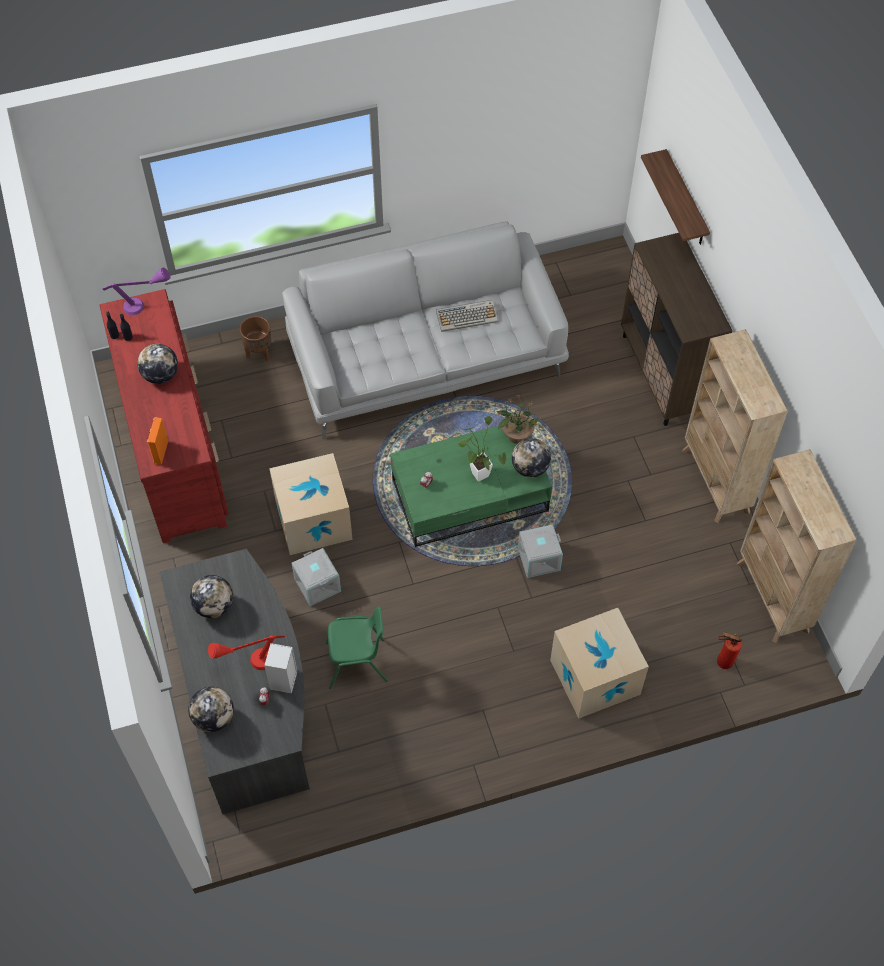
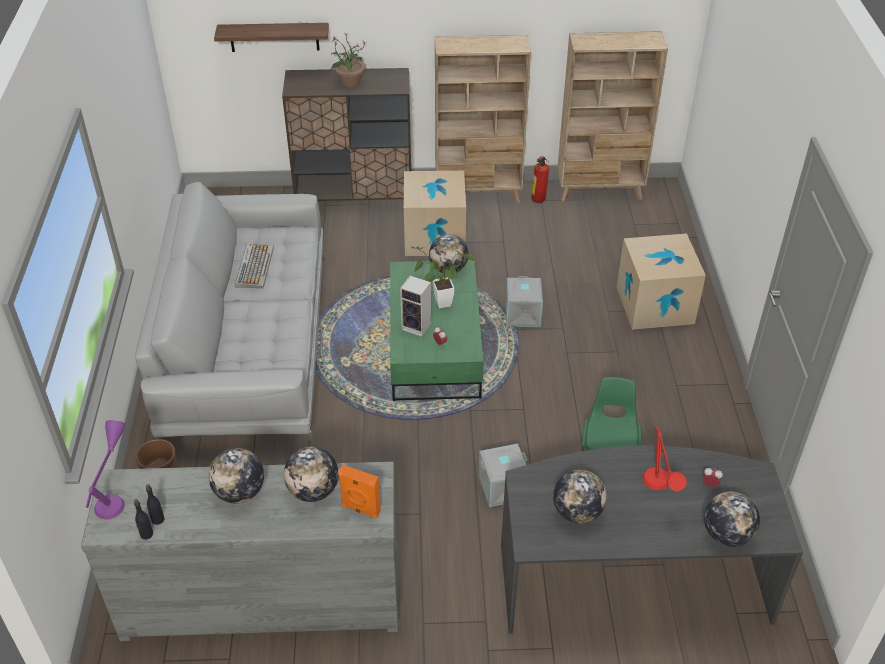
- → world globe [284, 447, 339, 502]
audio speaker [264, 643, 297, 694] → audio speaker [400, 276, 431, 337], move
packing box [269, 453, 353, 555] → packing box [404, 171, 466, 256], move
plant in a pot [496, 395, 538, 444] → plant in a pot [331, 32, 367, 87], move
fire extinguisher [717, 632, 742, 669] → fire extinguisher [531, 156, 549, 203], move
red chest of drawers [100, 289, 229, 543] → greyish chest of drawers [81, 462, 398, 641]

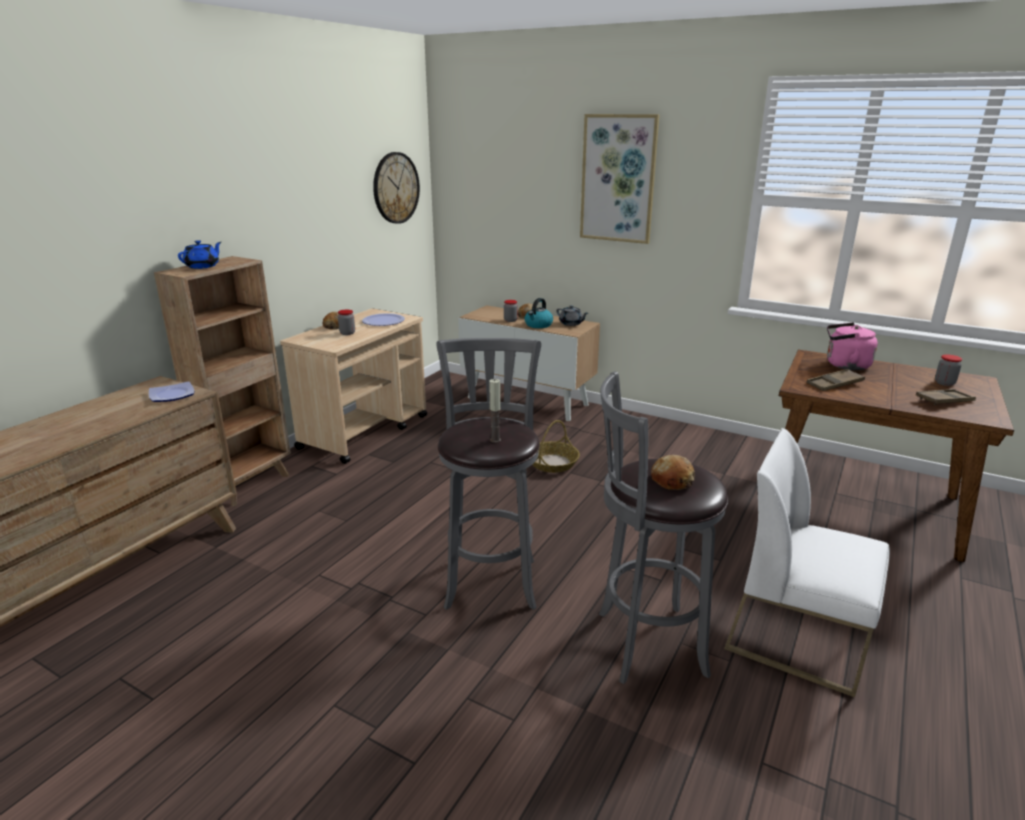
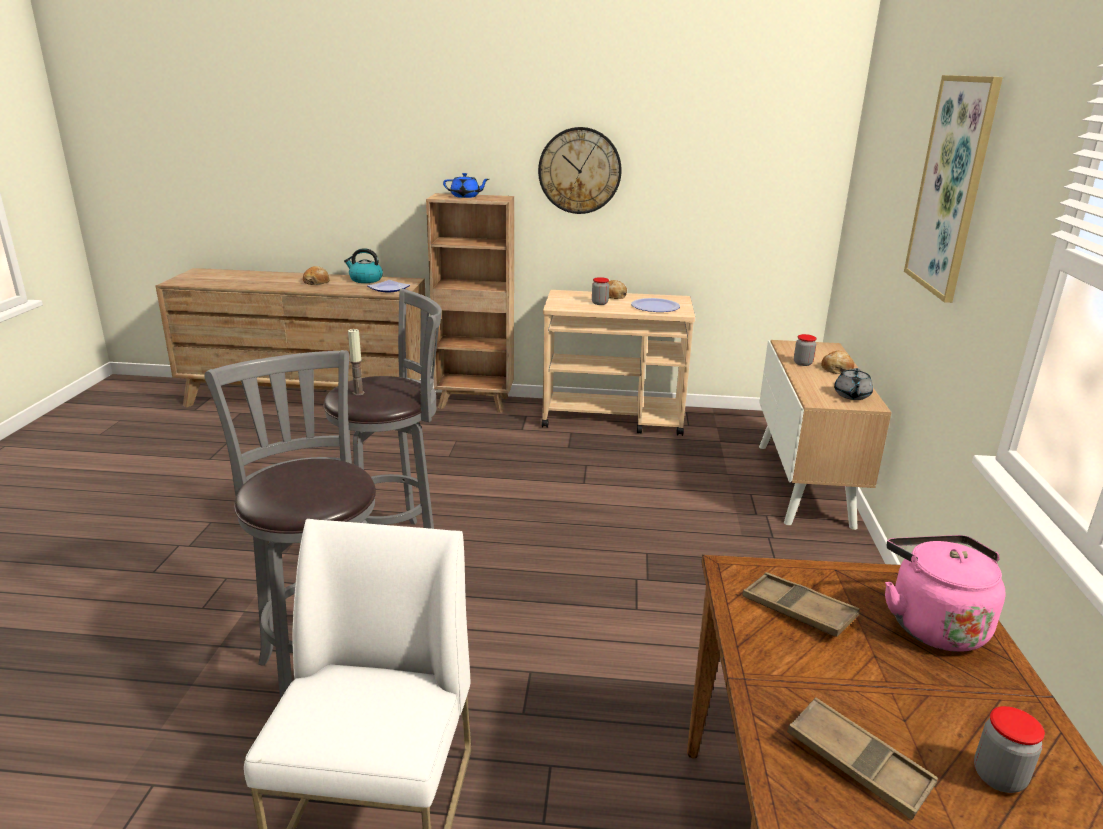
storage basket [532, 420, 580, 473] → -
hanging clock [373, 152, 420, 224] → hanging clock [538, 127, 622, 214], move
kettle [524, 298, 553, 328] → kettle [344, 248, 383, 283], move
baked bread [651, 455, 695, 490] → baked bread [303, 266, 330, 285], move

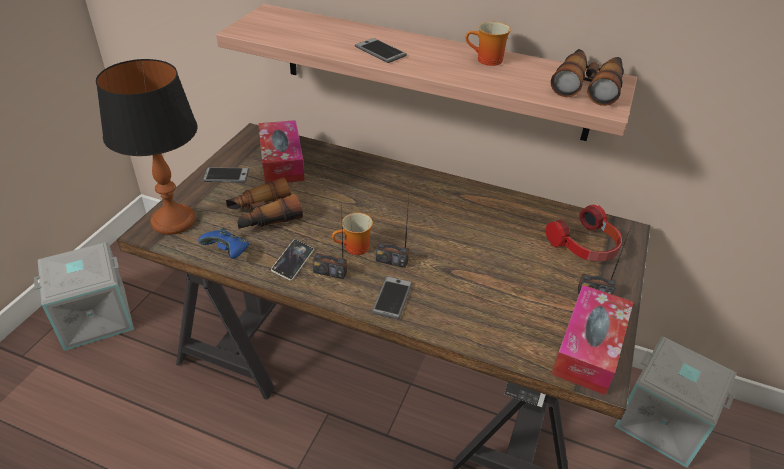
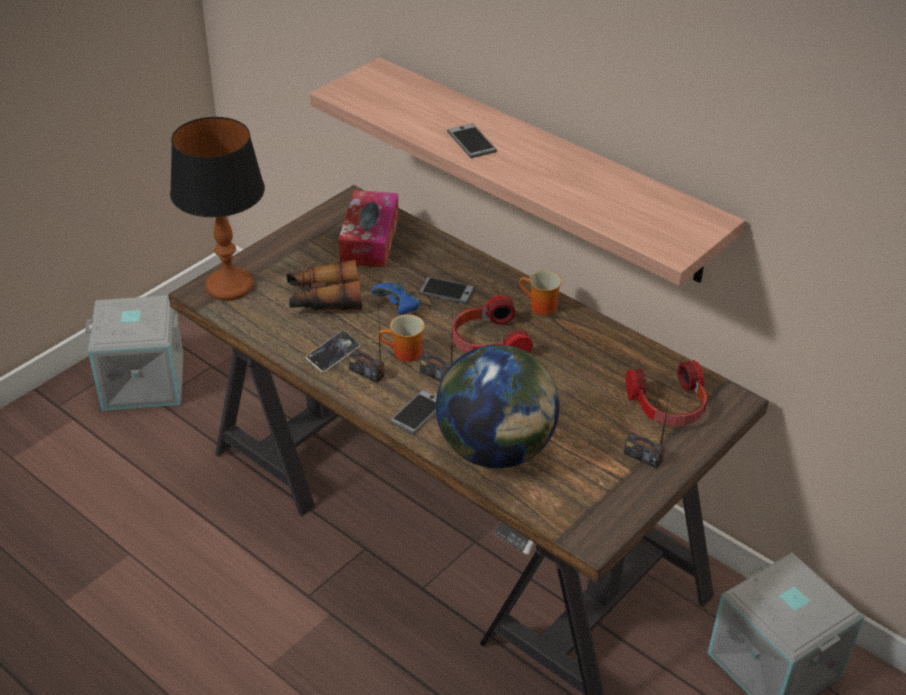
binoculars [551, 49, 624, 106] → -
box of tissues [551, 285, 633, 395] → -
- → world globe [436, 345, 559, 468]
- → headset [452, 295, 533, 353]
blue-coloured gamepad [198, 227, 249, 259] → blue-coloured gamepad [371, 281, 421, 315], move
phone [203, 167, 249, 182] → phone [418, 277, 475, 304], move
mug [465, 22, 511, 66] → mug [519, 270, 562, 316], move

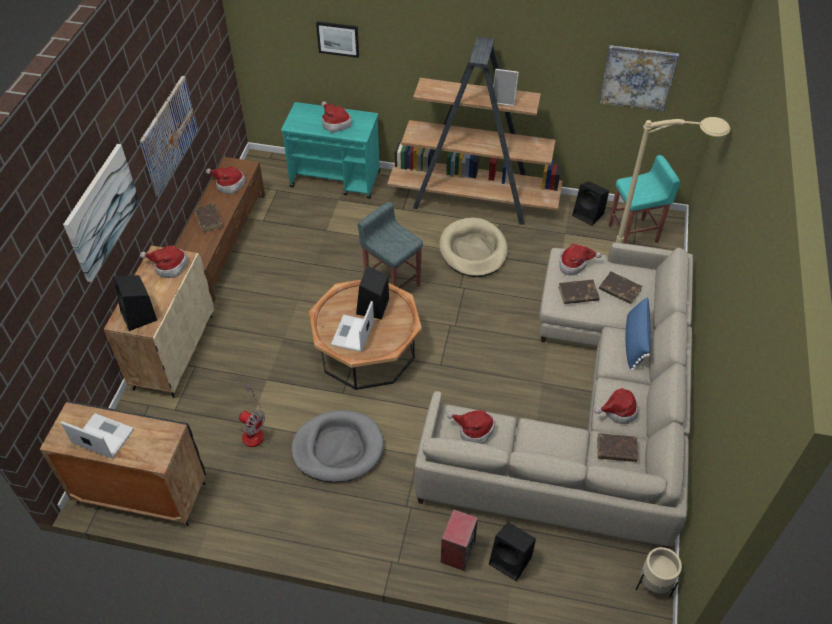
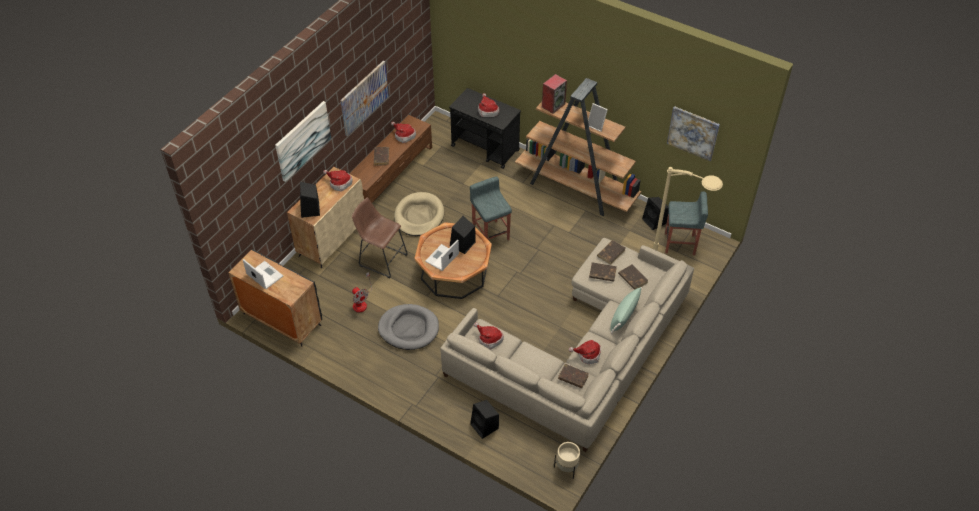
picture [316, 21, 359, 58] → -
- → brown sitting stool [352, 197, 408, 278]
beige-coloured dog bed [439, 217, 508, 277] → beige-coloured dog bed [394, 192, 444, 236], move
audio speaker [441, 509, 478, 571] → audio speaker [542, 74, 567, 114], move
wearable hat [560, 244, 602, 276] → brown bound book [597, 240, 625, 265]
turquoise wheeled cart [281, 102, 380, 198] → black-coloured wheeled cart [449, 88, 521, 169]
turquoise sitting stool [608, 155, 680, 244] → greyish sitting stool [665, 191, 708, 255]
blue-coloured pillow [626, 297, 651, 371] → green-coloured pillow [611, 287, 642, 333]

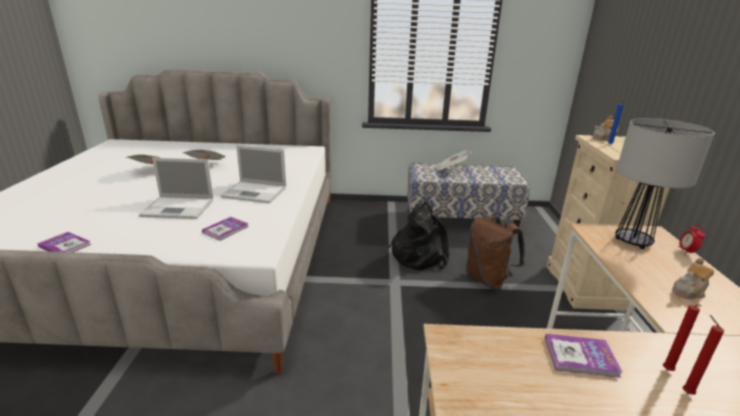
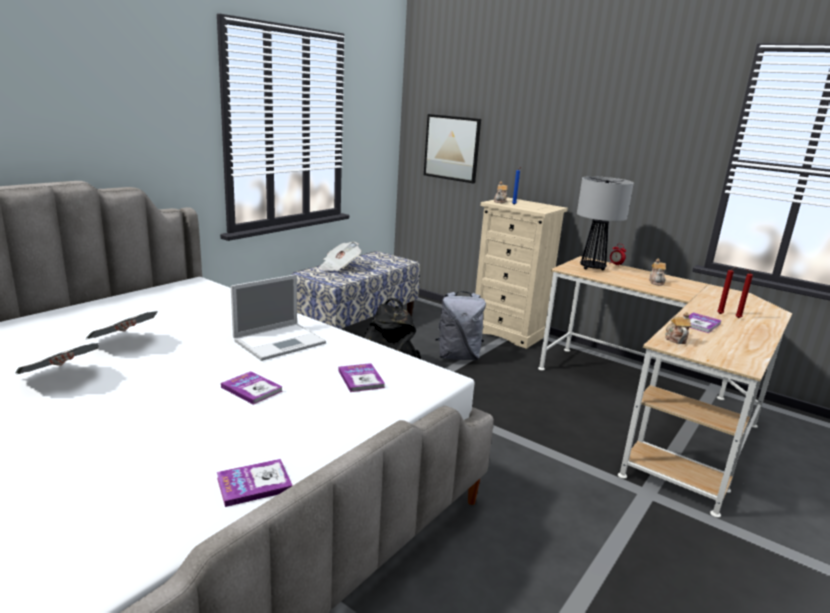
- → picture [424, 114, 481, 183]
- → teapot [665, 312, 691, 344]
portable computer [139, 158, 214, 219] → bound book [221, 371, 283, 405]
brown knapsack [466, 216, 525, 290] → greyish knapsack [435, 291, 486, 360]

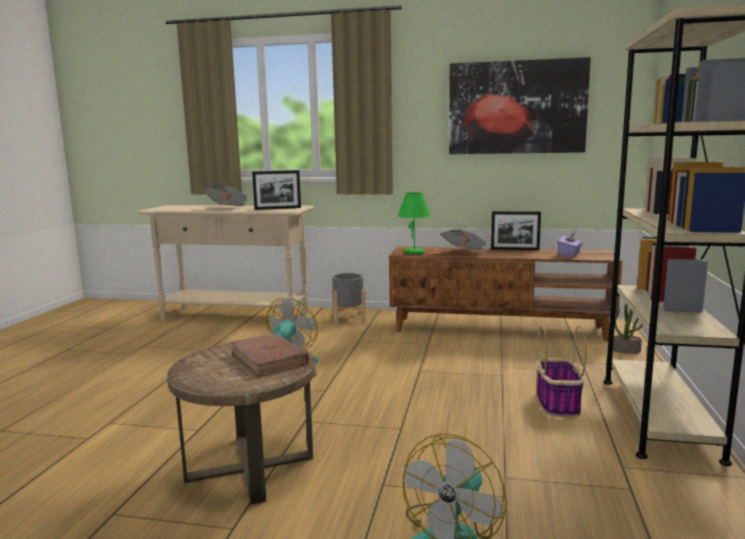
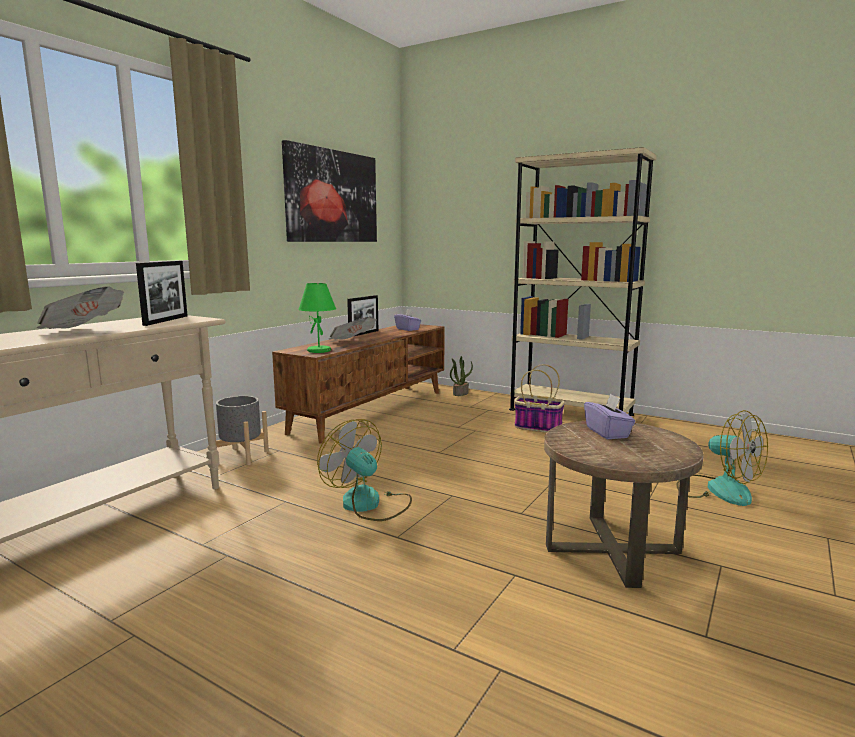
brown bound book [230, 333, 309, 377] → purplish box of tissues [584, 393, 635, 439]

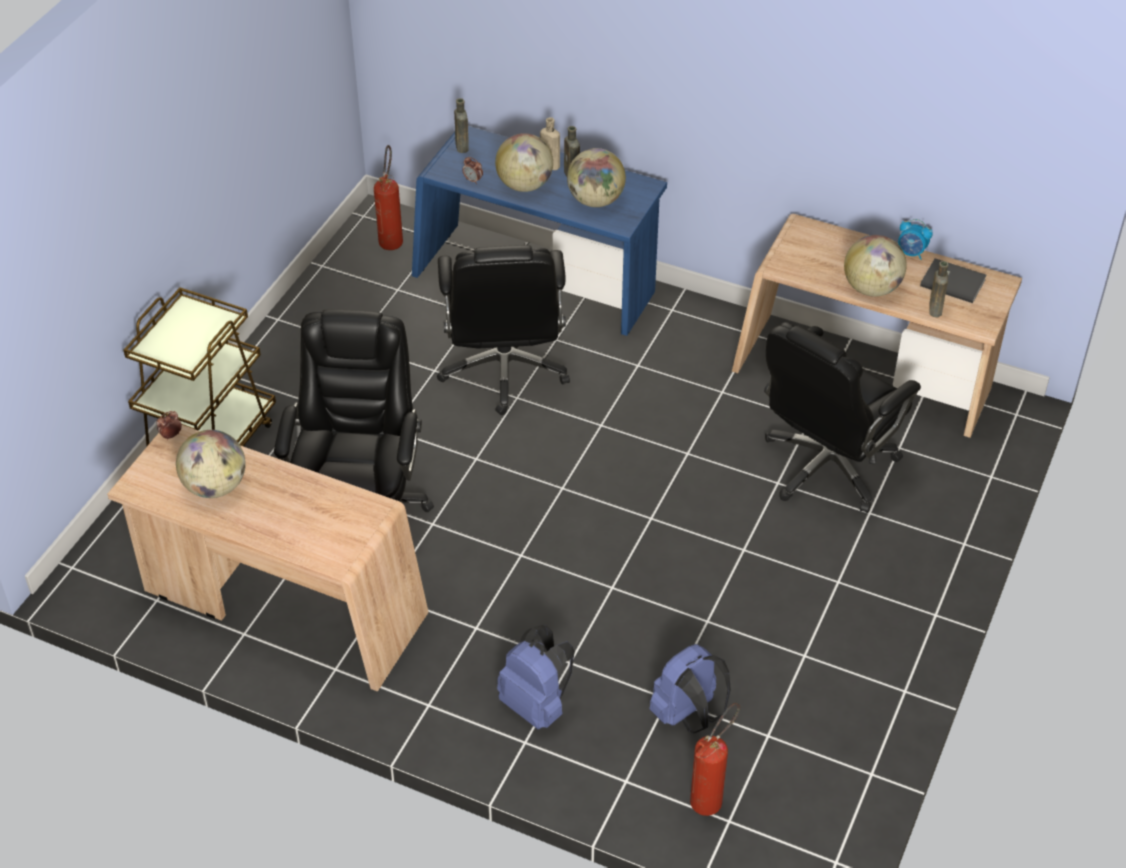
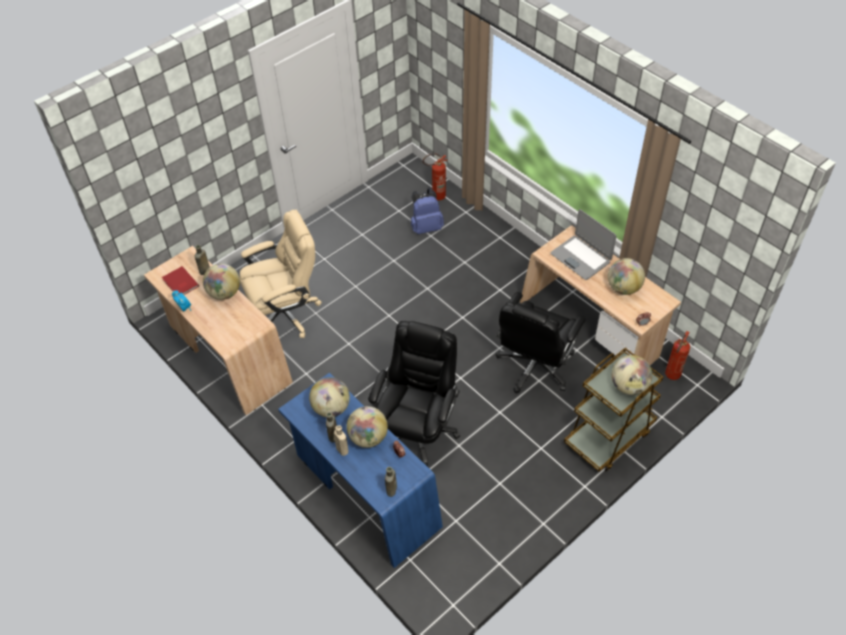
blue-coloured knapsack [497, 625, 575, 730] → -
- → portable computer [550, 209, 617, 280]
- → world globe [612, 355, 653, 395]
fire extinguisher [374, 145, 403, 250] → fire extinguisher [665, 331, 690, 380], move
black-coloured desk chair [764, 322, 921, 513] → beige-coloured desk chair [240, 210, 322, 338]
greyish bound book [920, 258, 987, 303] → red bound book [162, 266, 199, 295]

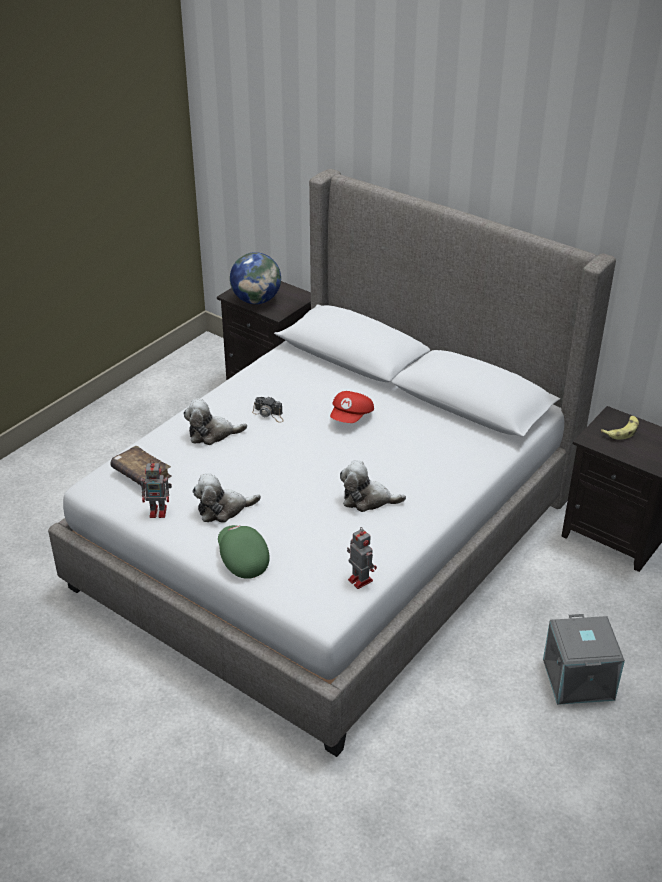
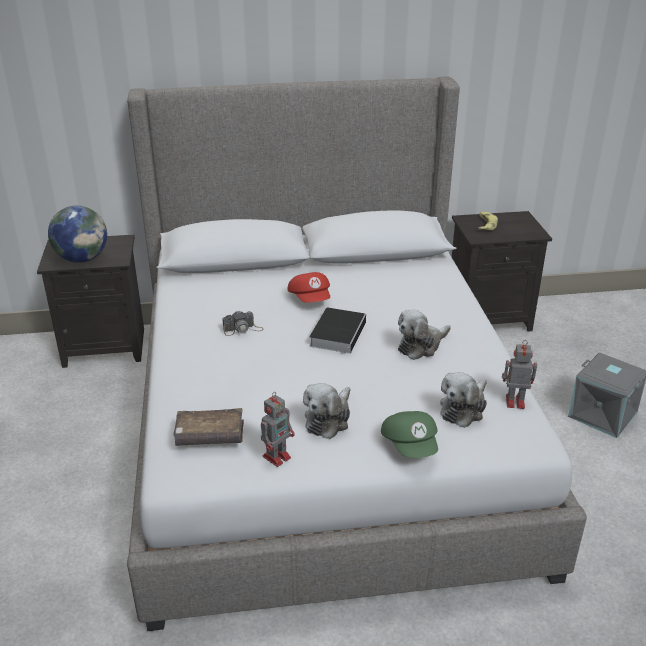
- → bound book [309, 307, 366, 354]
soft toy [183, 399, 247, 445] → soft toy [440, 372, 487, 428], move
green-coloured baseball cap [218, 525, 270, 579] → green-coloured baseball cap [381, 411, 438, 458], 120 degrees counterclockwise

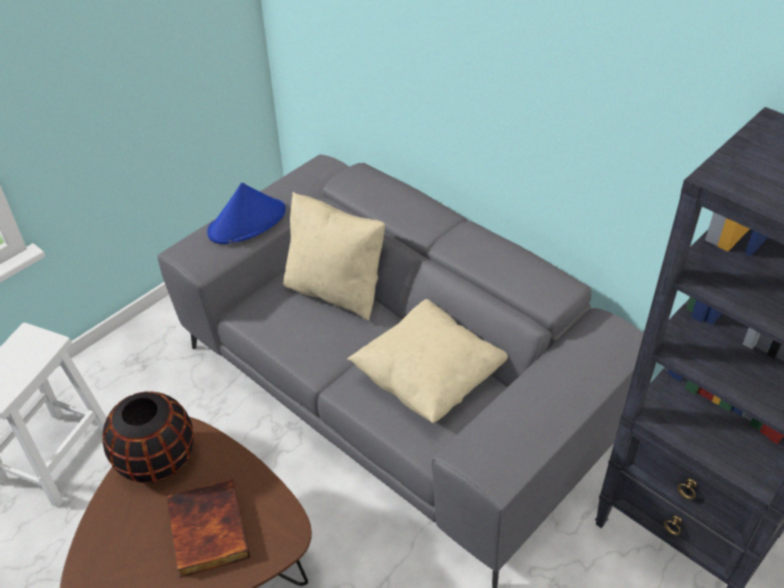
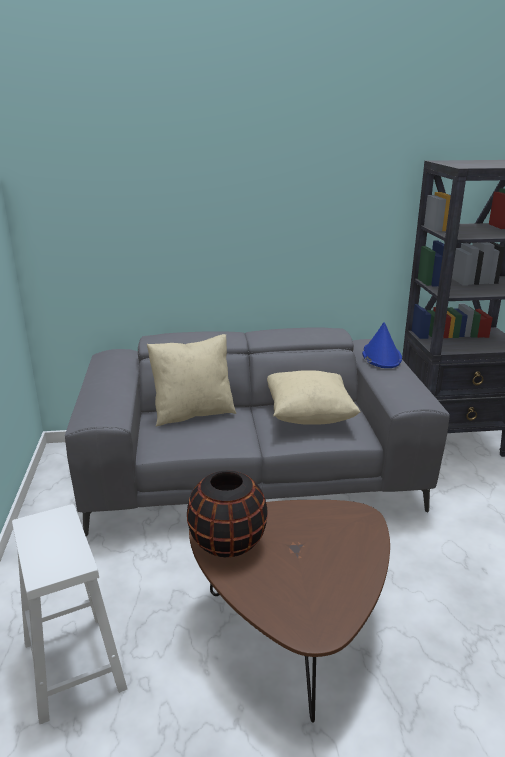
bound book [166, 479, 250, 578] → -
blue-coloured wearable hat [207, 183, 286, 244] → blue-coloured wearable hat [362, 322, 402, 368], move

